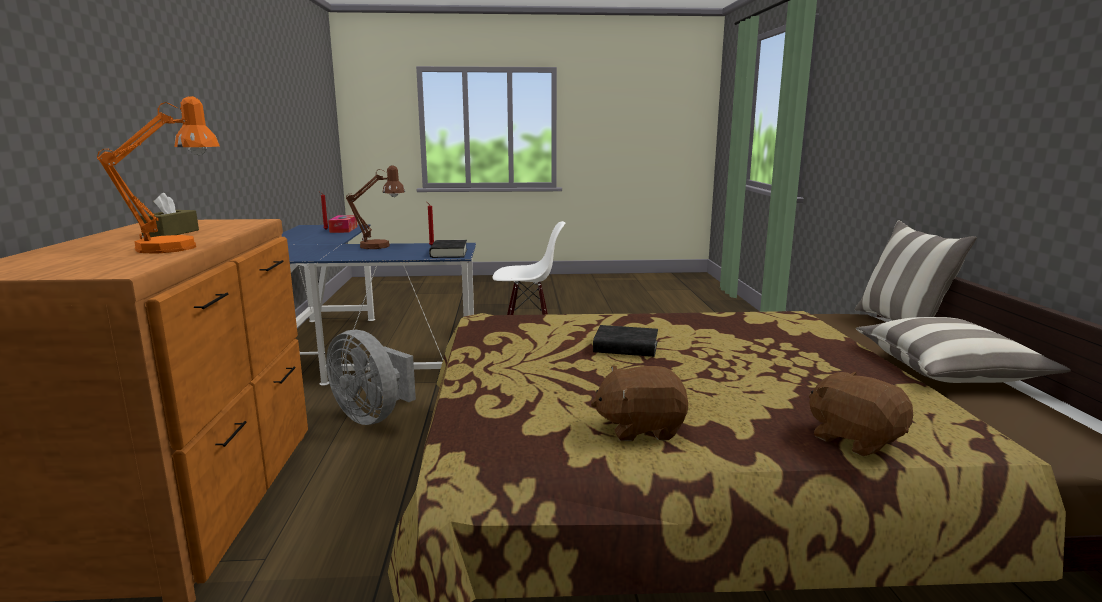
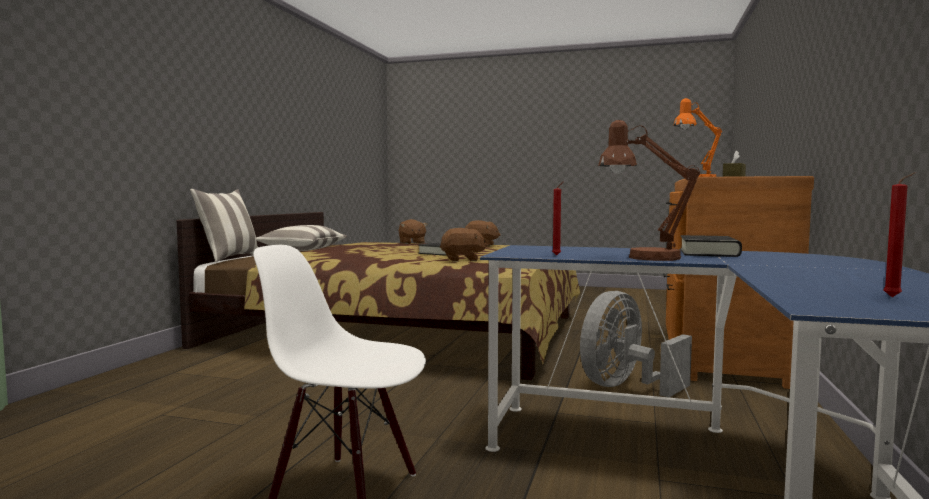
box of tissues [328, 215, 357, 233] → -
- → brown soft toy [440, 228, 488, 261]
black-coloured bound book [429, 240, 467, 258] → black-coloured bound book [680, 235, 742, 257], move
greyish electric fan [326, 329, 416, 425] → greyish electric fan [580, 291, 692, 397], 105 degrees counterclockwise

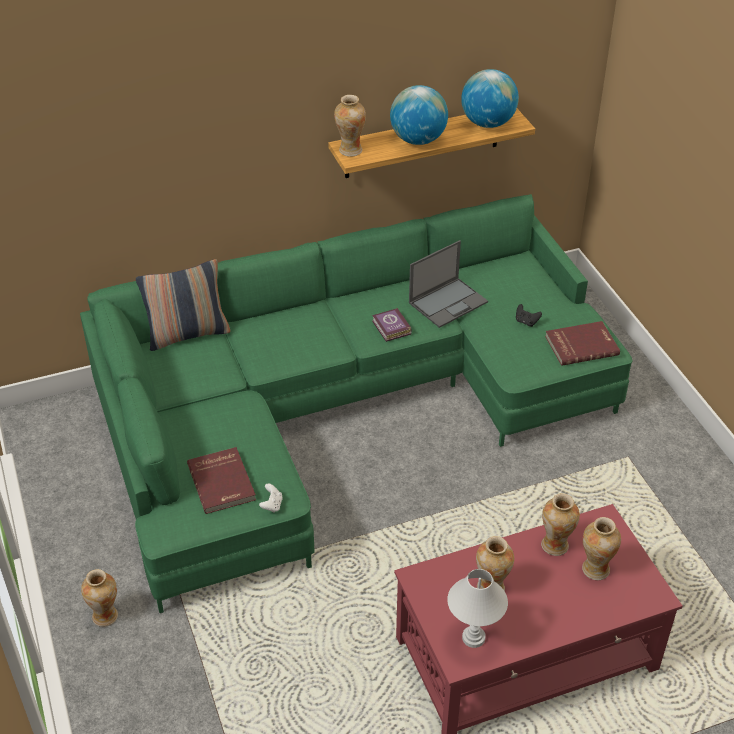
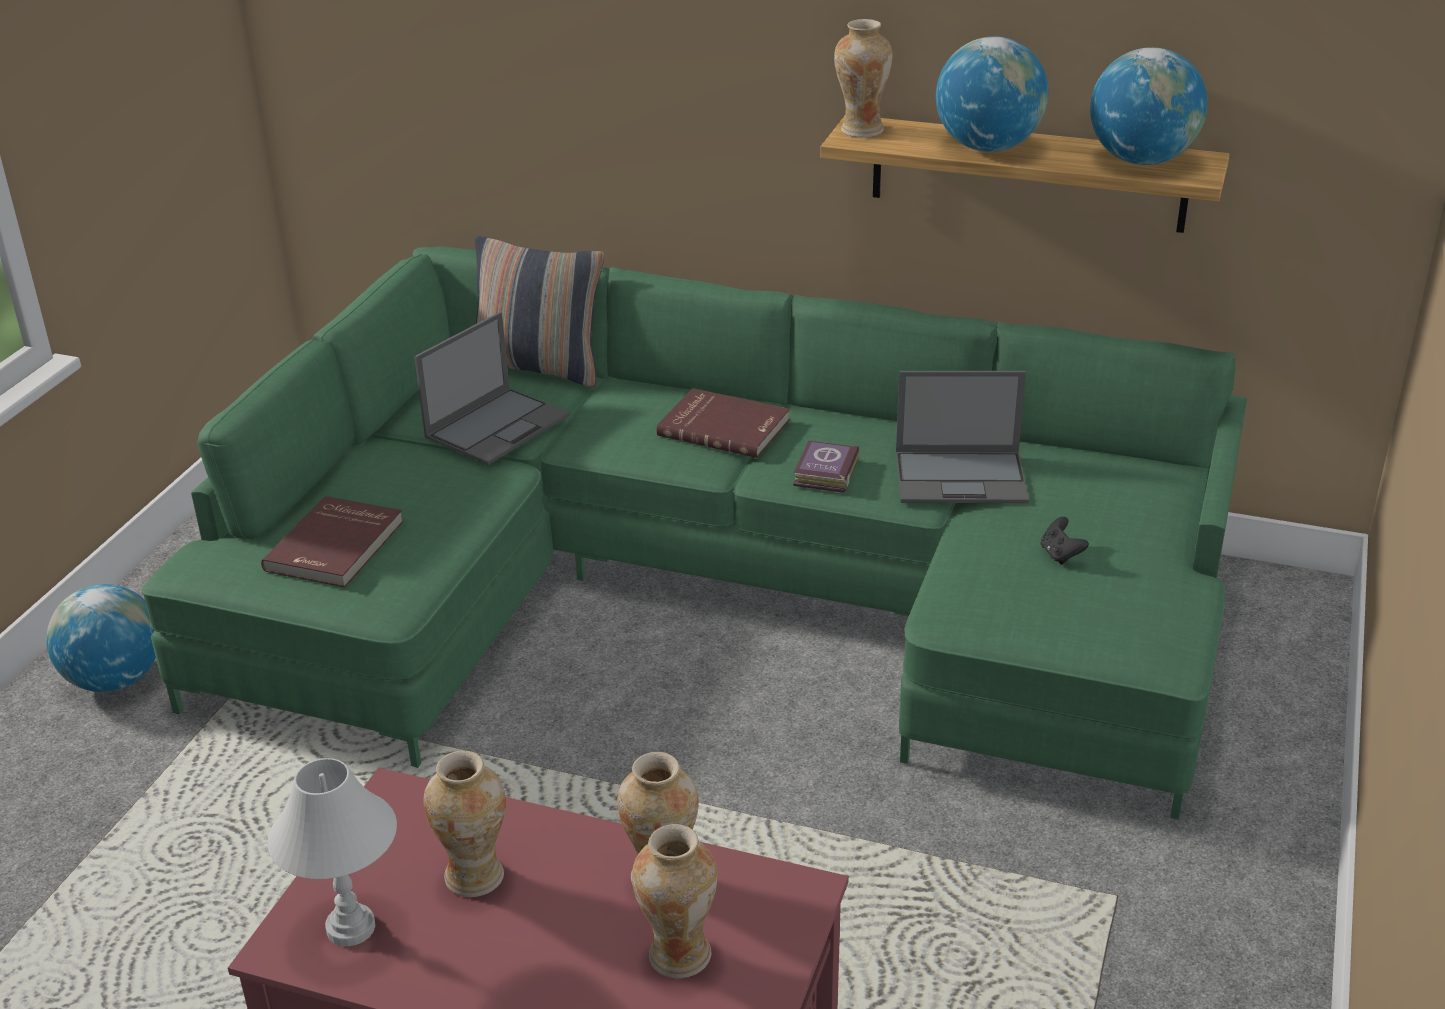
white gamepad [259, 483, 283, 513] → -
- → portable computer [414, 312, 570, 465]
red bound book [545, 321, 620, 366] → red bound book [657, 388, 790, 458], move
flower vase [81, 569, 118, 627] → world globe [46, 584, 156, 692]

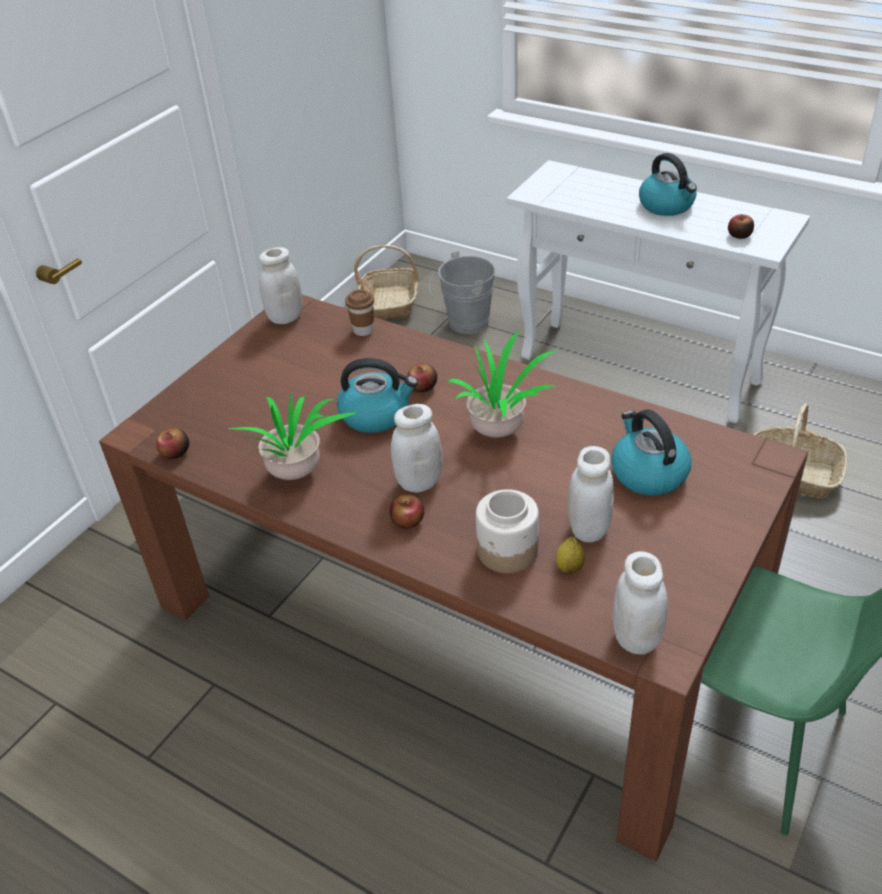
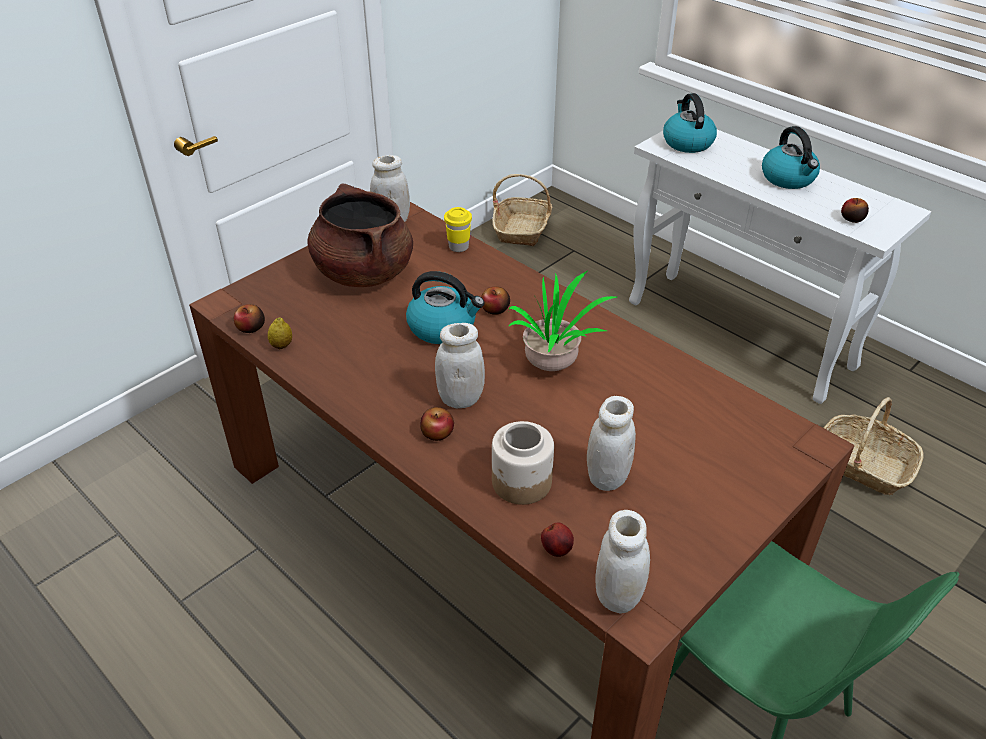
plant in a pot [228, 394, 357, 480] → -
greyish bucket [429, 251, 496, 334] → -
- → brown cooking pot [307, 183, 413, 287]
- → whole apple [541, 522, 574, 557]
citrus fruit [556, 537, 585, 574] → citrus fruit [268, 317, 292, 349], move
kettle [611, 410, 692, 496] → kettle [663, 93, 717, 153], move
brown small cup [345, 289, 374, 336] → yellow-coloured small cup [444, 207, 472, 252]

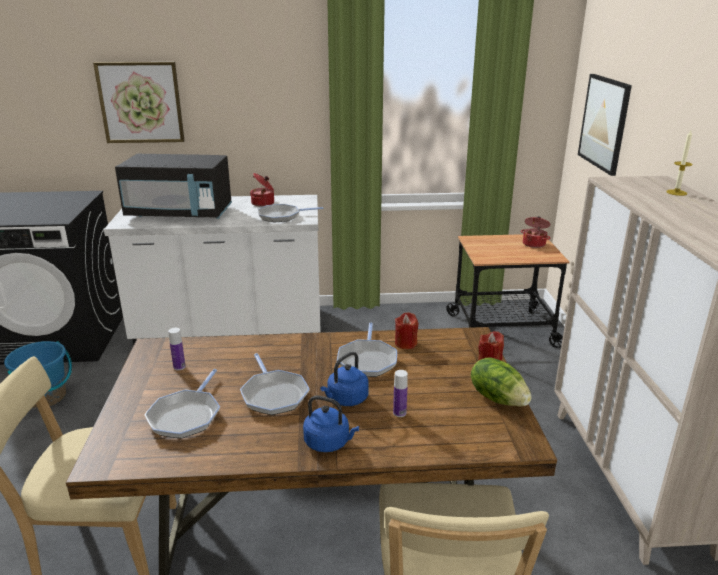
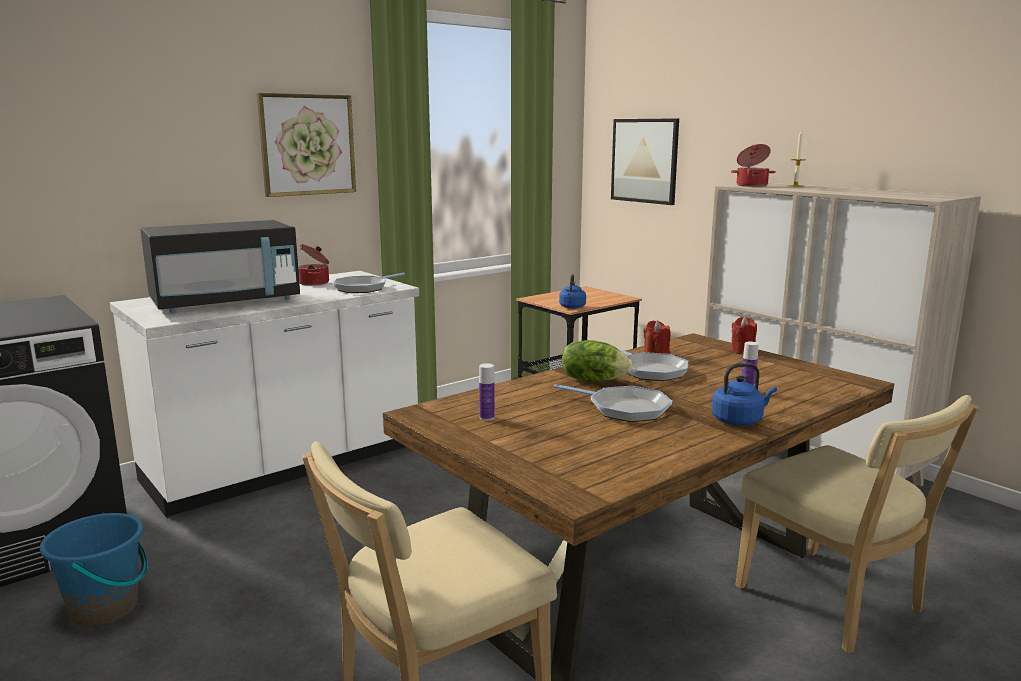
skillet [144, 369, 220, 439] → -
picture [93, 62, 185, 143] → picture [257, 93, 356, 197], move
blue-coloured kettle [320, 352, 369, 406] → blue-coloured kettle [559, 274, 586, 309], move
lettuce head [471, 357, 532, 407] → lettuce head [562, 340, 632, 382], move
cooking pot [521, 216, 550, 248] → cooking pot [731, 144, 776, 187], move

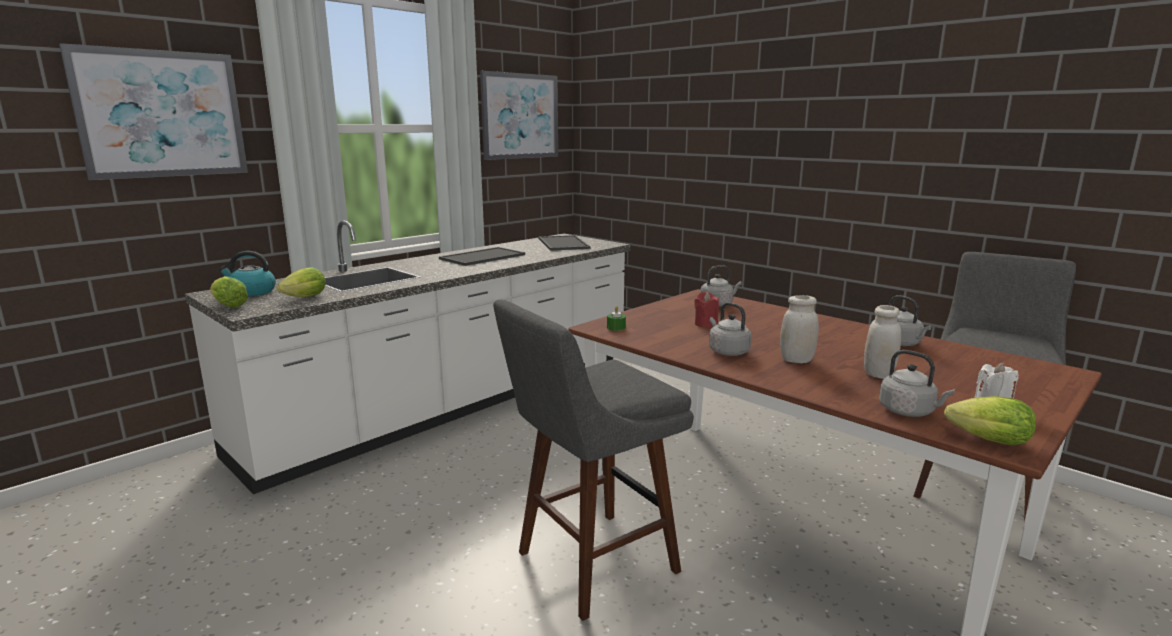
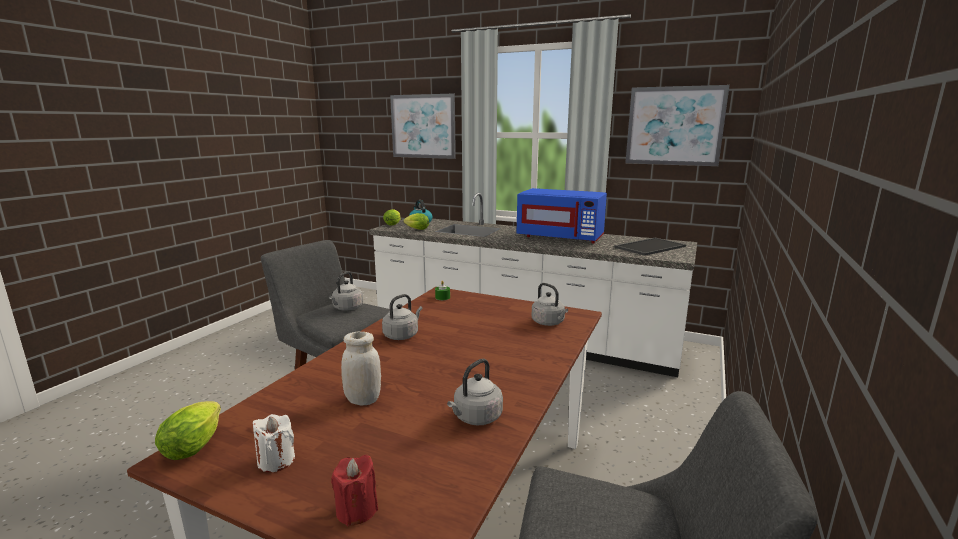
white preserve jar [780, 295, 819, 363] → -
red candle [694, 292, 719, 327] → red candle [331, 455, 378, 527], move
greyish kettle [879, 350, 955, 417] → greyish kettle [329, 271, 363, 311], move
tray [439, 247, 525, 266] → blue-coloured microwave [517, 188, 607, 244]

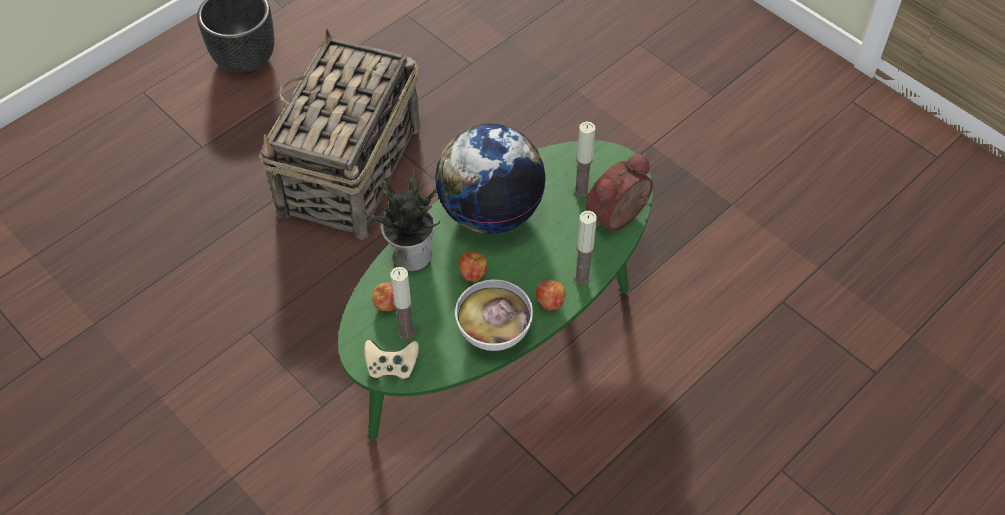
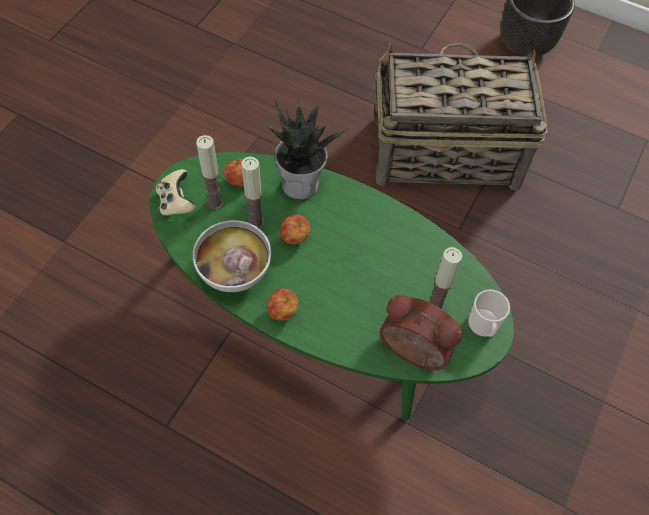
world globe [435, 124, 546, 234] → -
- → mug [468, 289, 510, 337]
candle [574, 211, 597, 285] → candle [241, 157, 264, 229], move

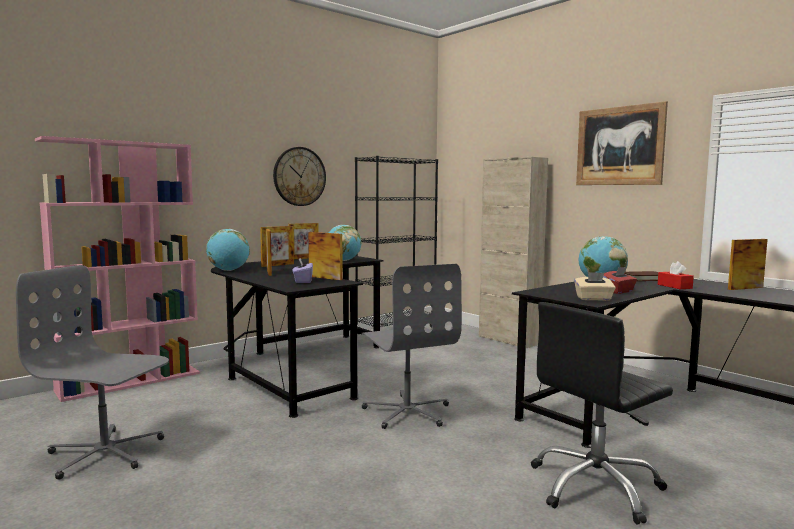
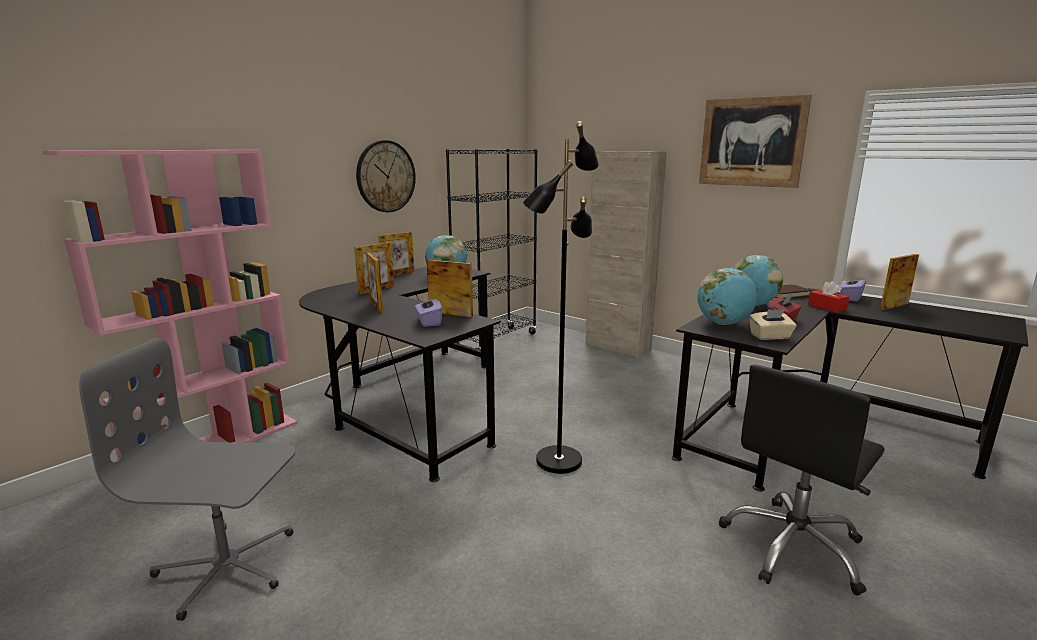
- → purplish box of tissues [840, 274, 866, 301]
world globe [206, 229, 250, 271] → world globe [697, 268, 757, 325], move
greyish desk chair [361, 264, 462, 429] → black-coloured standard lamp [523, 121, 599, 474]

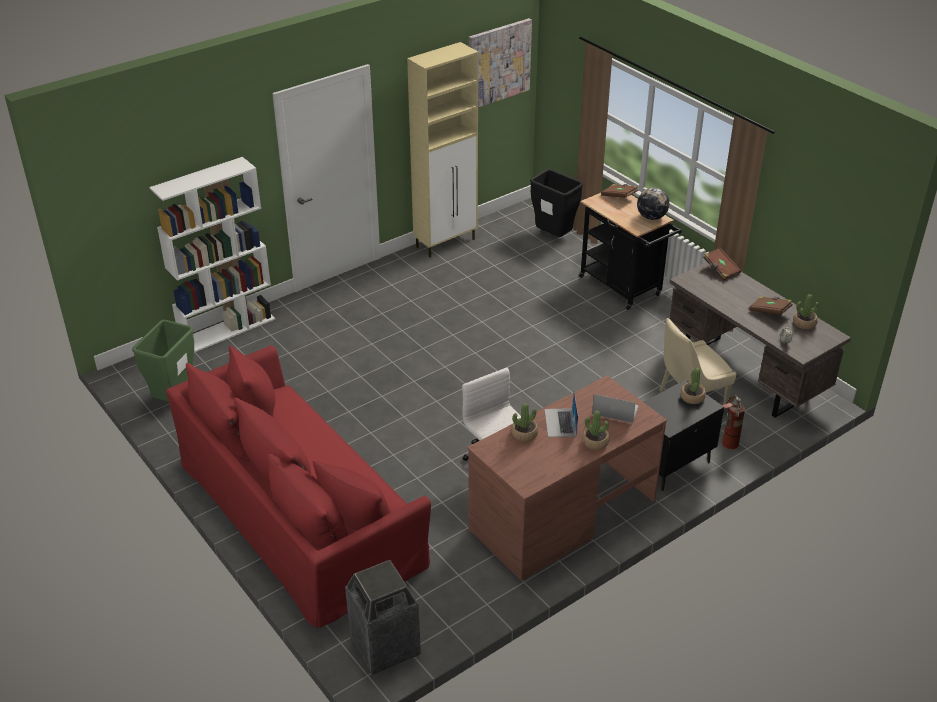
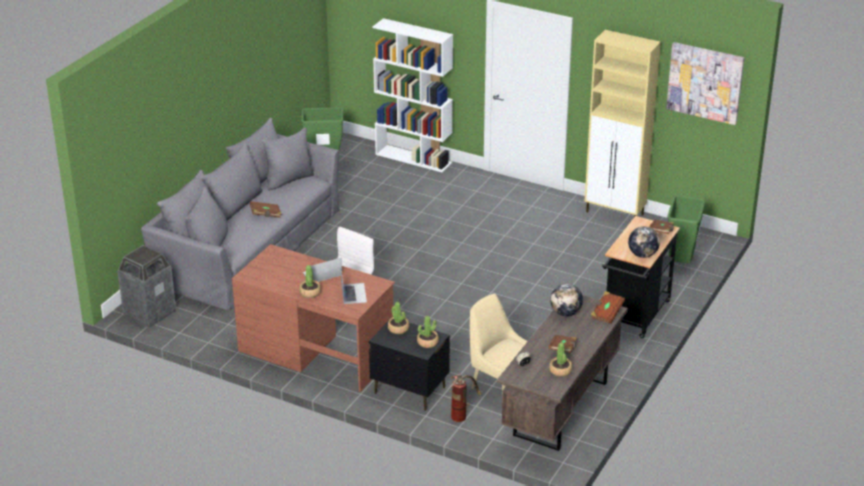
- → brown bound book [250, 201, 281, 218]
- → world globe [550, 284, 583, 316]
plant in a pot [511, 403, 538, 442] → plant in a pot [388, 302, 409, 334], move
red couch [166, 345, 431, 628] → greyish couch [141, 118, 340, 310]
black-coloured waste bin [530, 169, 583, 237] → green-coloured waste bin [667, 195, 705, 263]

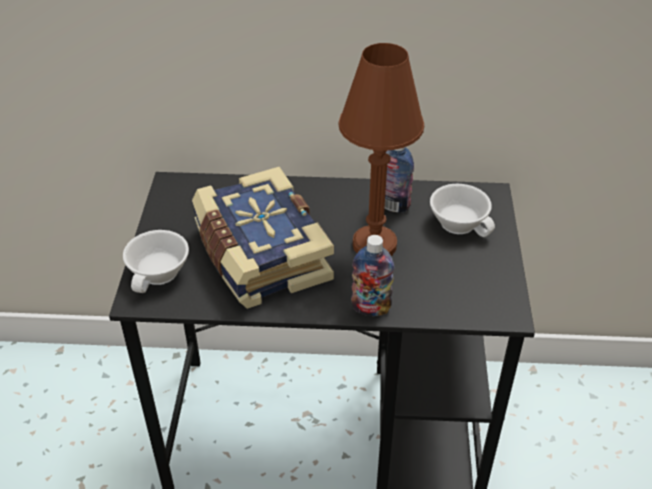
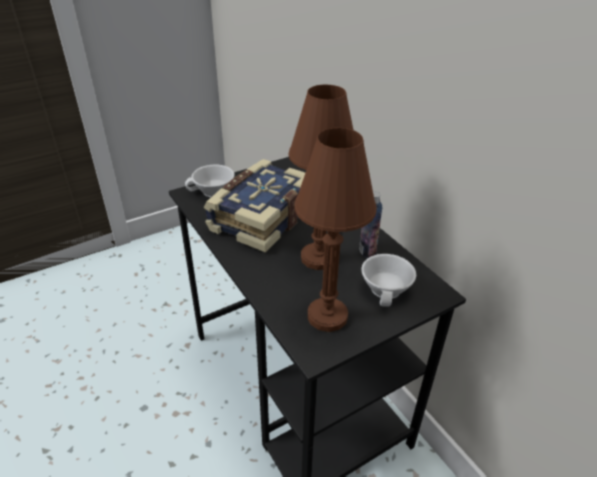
bottle [351, 235, 394, 316] → -
- → brown lamp for a table [294, 128, 377, 332]

